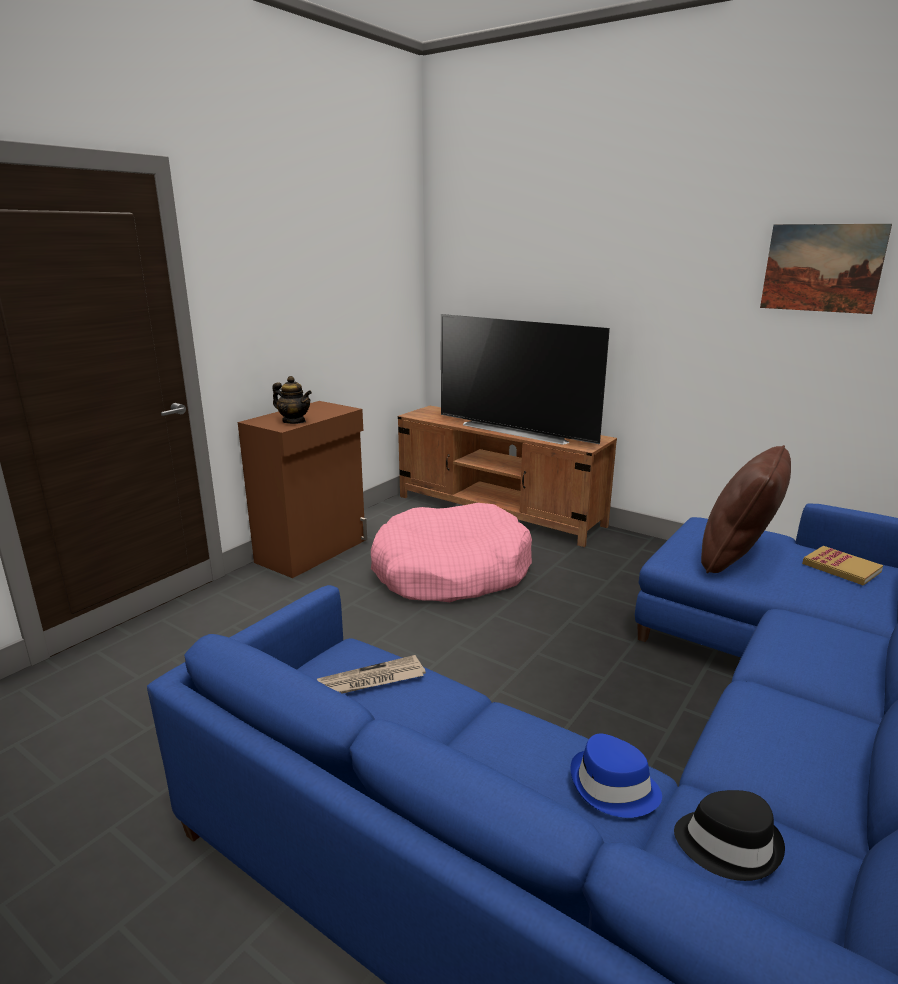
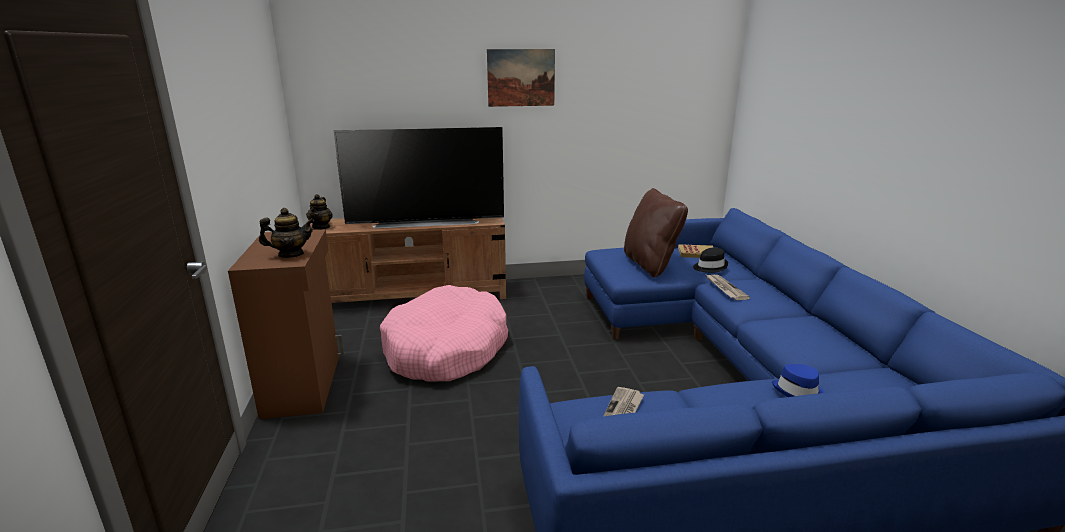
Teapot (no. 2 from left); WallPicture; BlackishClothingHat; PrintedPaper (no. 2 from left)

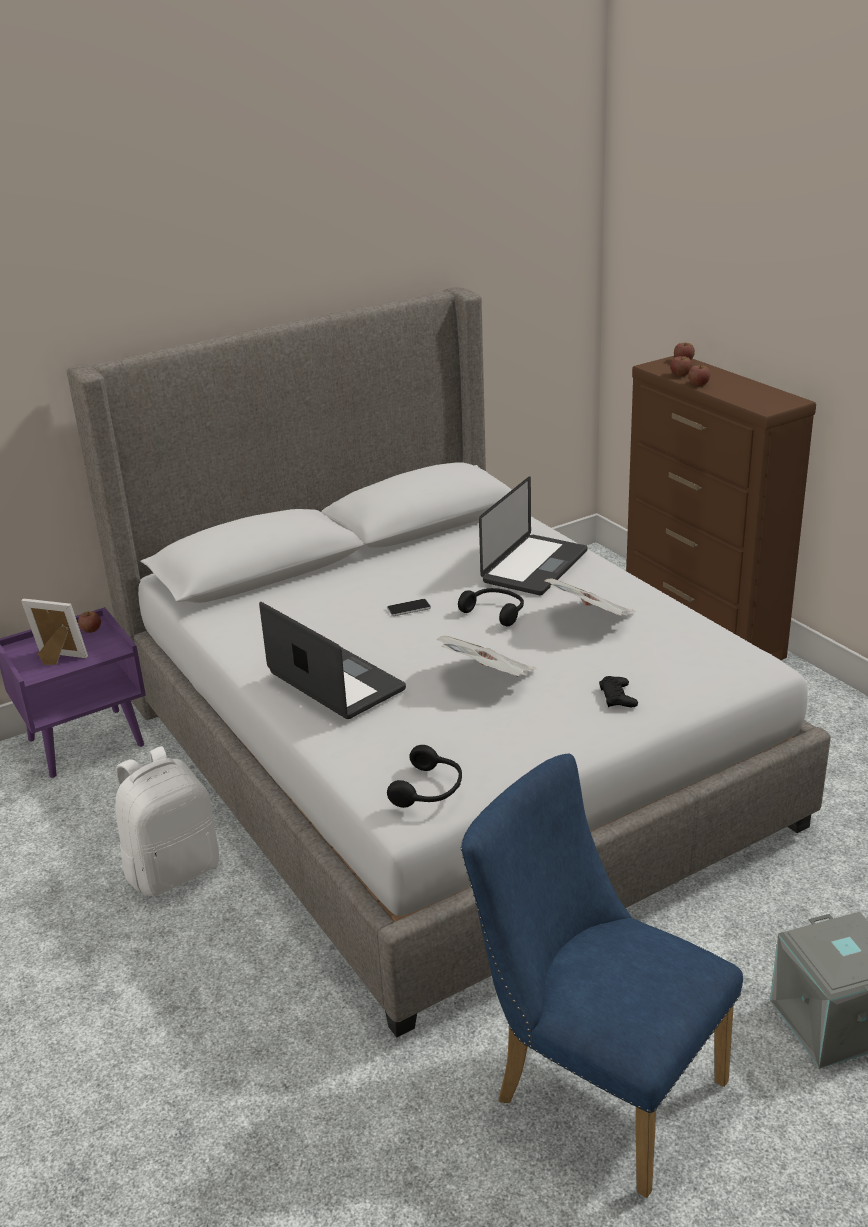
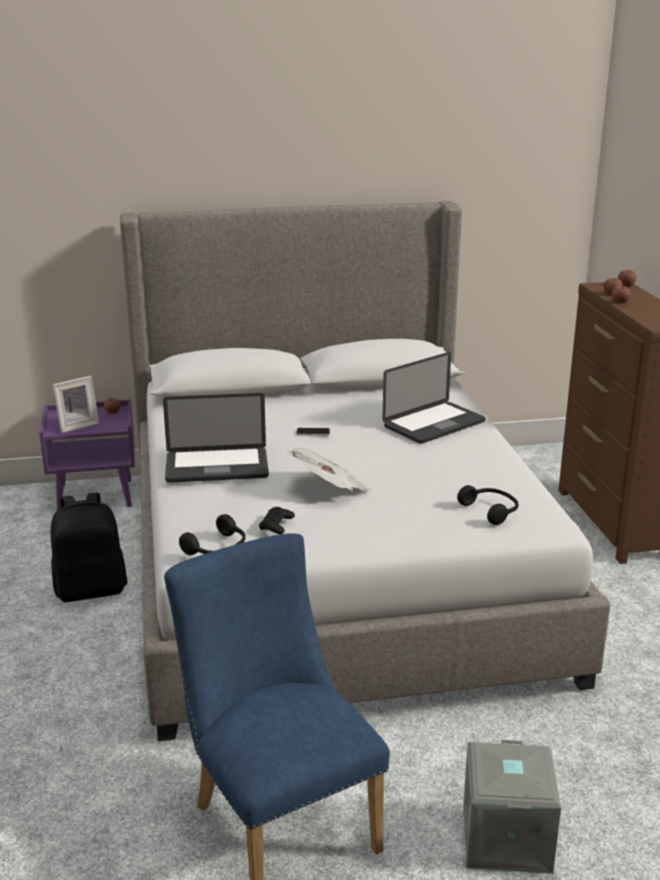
BlackishKnapsack; PictureFrame; PortableComputer (no. 1 from left); BlackishGameController; BlackishPairOfHeadphones (no. 2 from left); PrintedPaper (no. 2 from left in the first image)

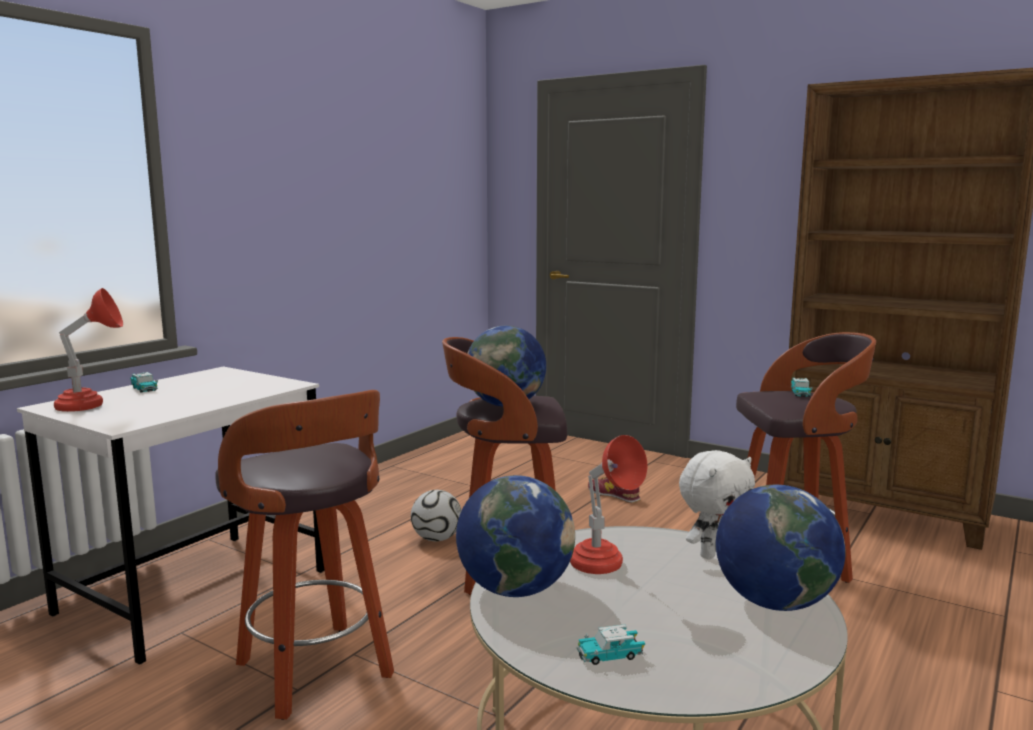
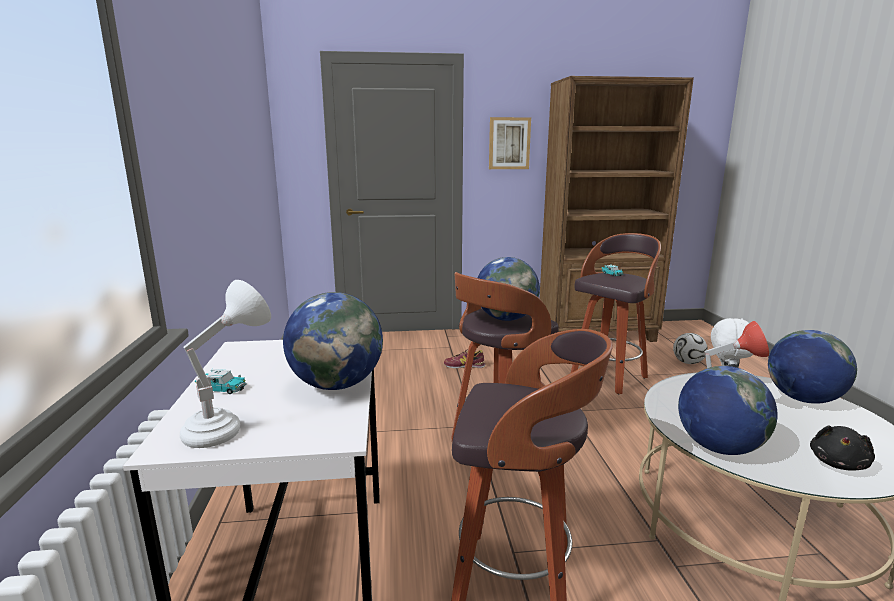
WhitishTabletopLamp; DeskGlobe (no. 1 from left); WallPicture; BallForFootball; BlackishCuddlyToy

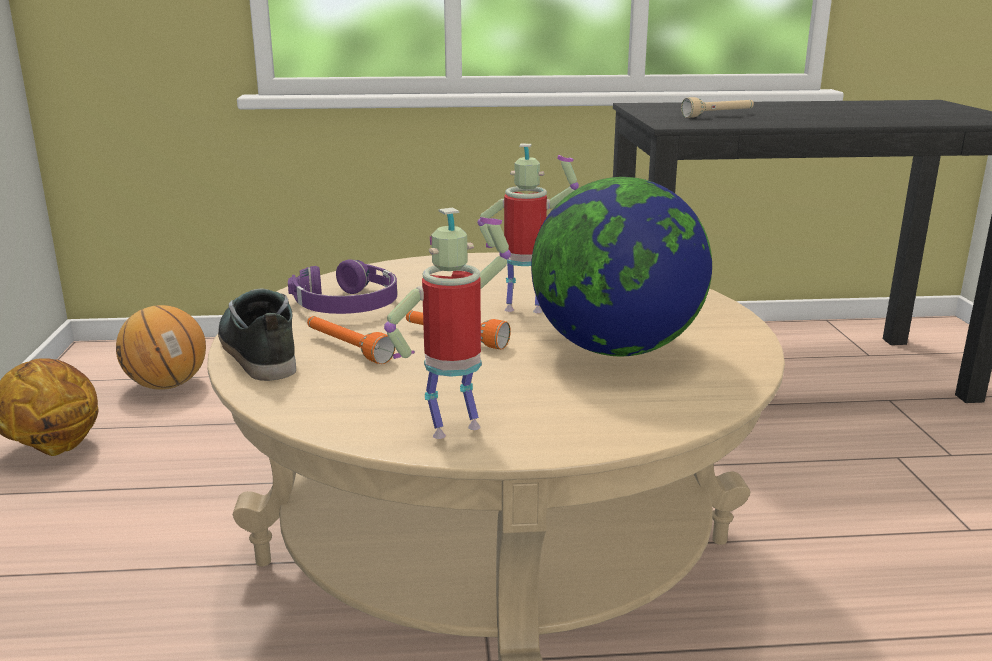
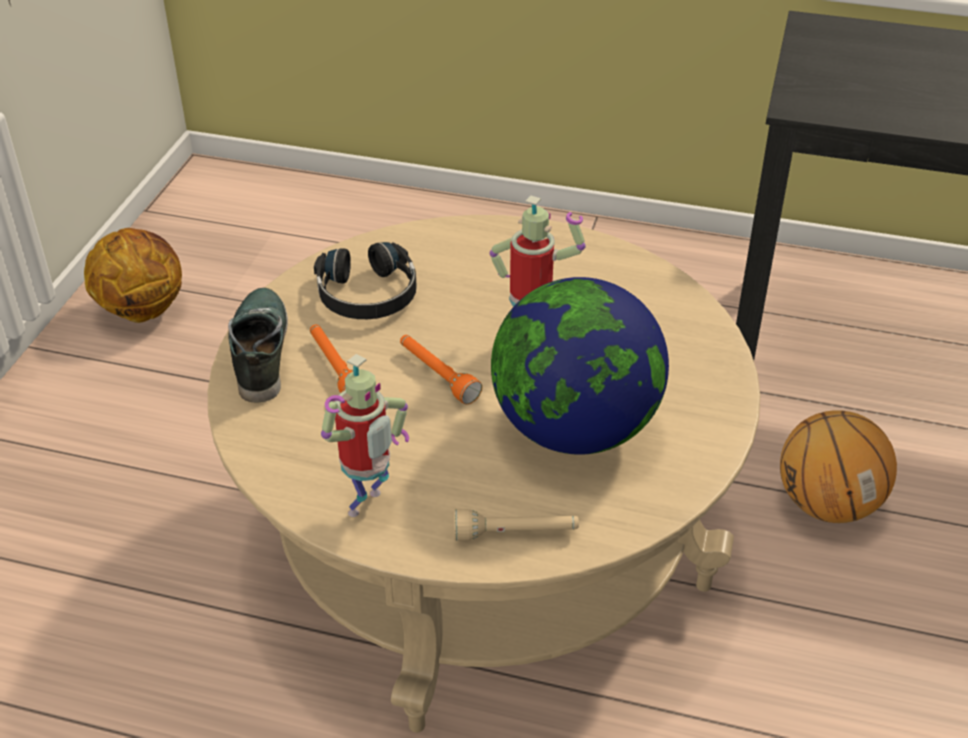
BlackishPairOfHeadphones; ModelRobot (no. 1 from left); BeigeColouredTorch; BallForBasketball (no. 2 from left)

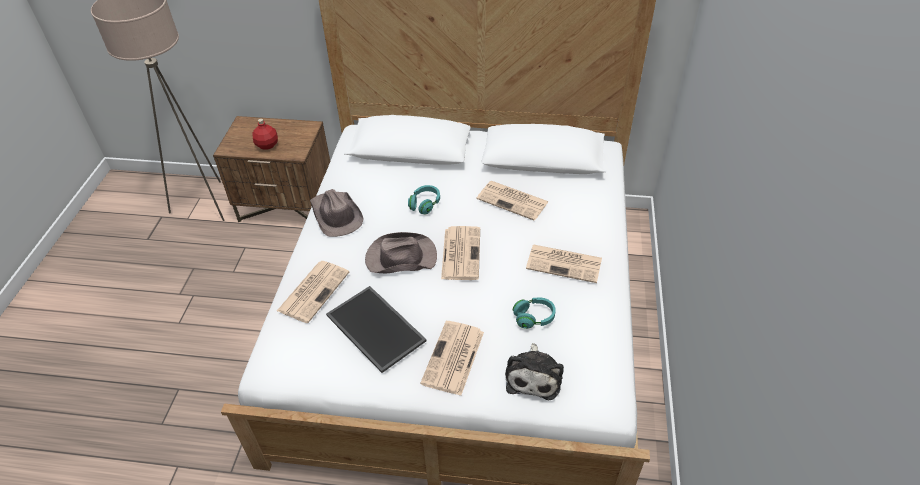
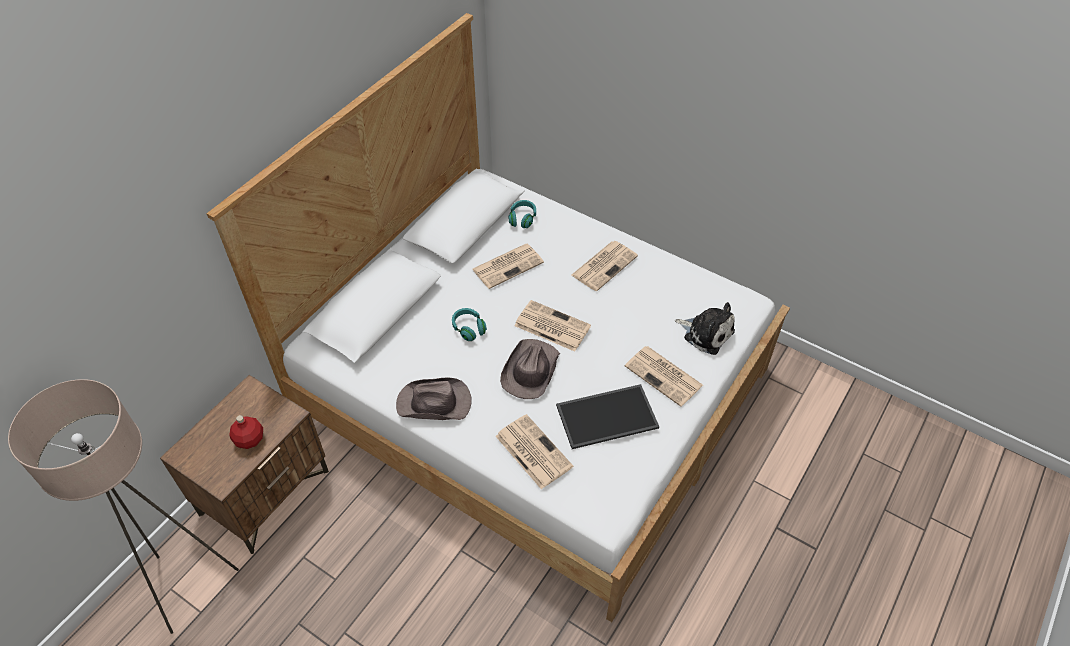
TurquoisePairOfHeadphones (no. 2 from left)

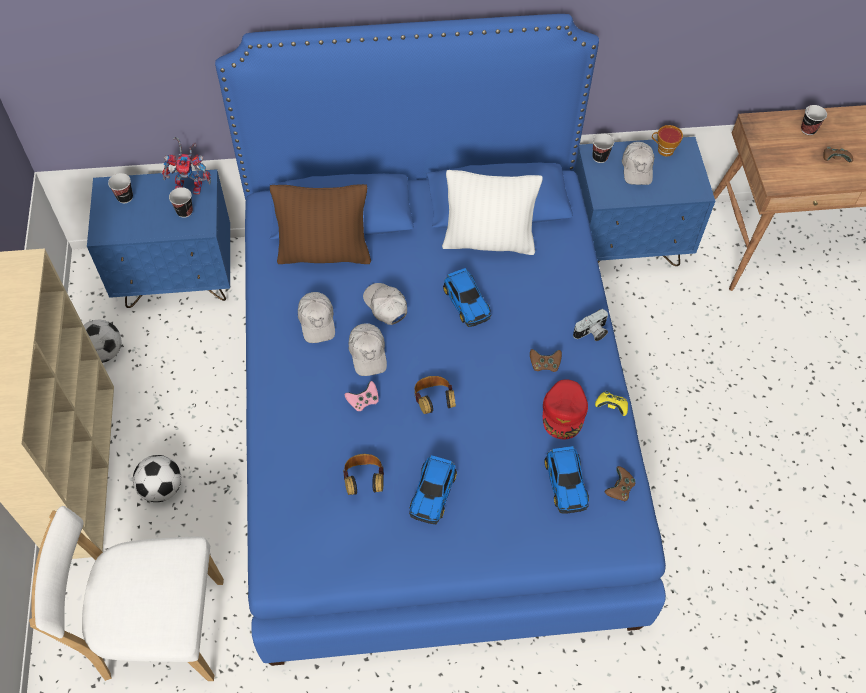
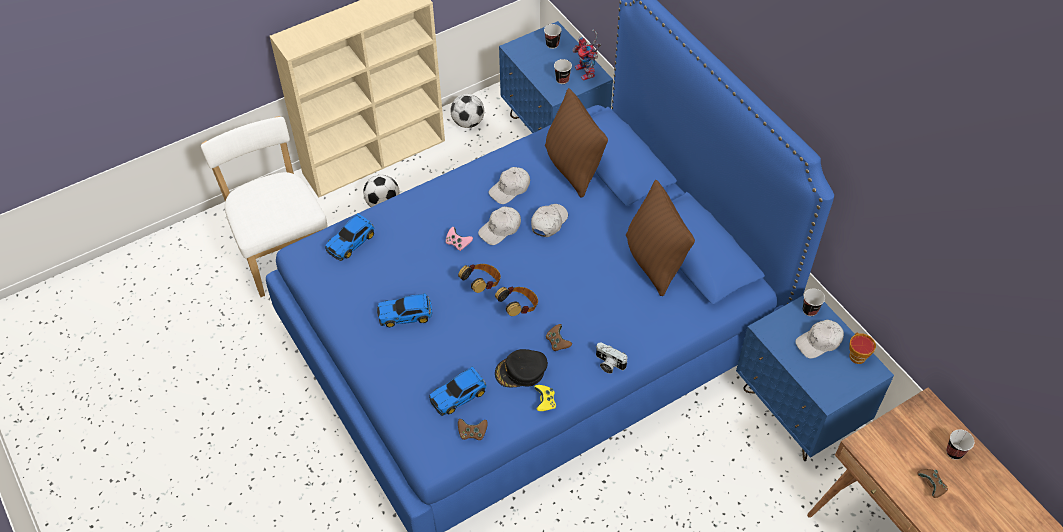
MiniatureCar (no. 1 from left); PairOfHeadphones (no. 2 from left); BlackishCap; BrownColouredThrowPillow (no. 2 from left)

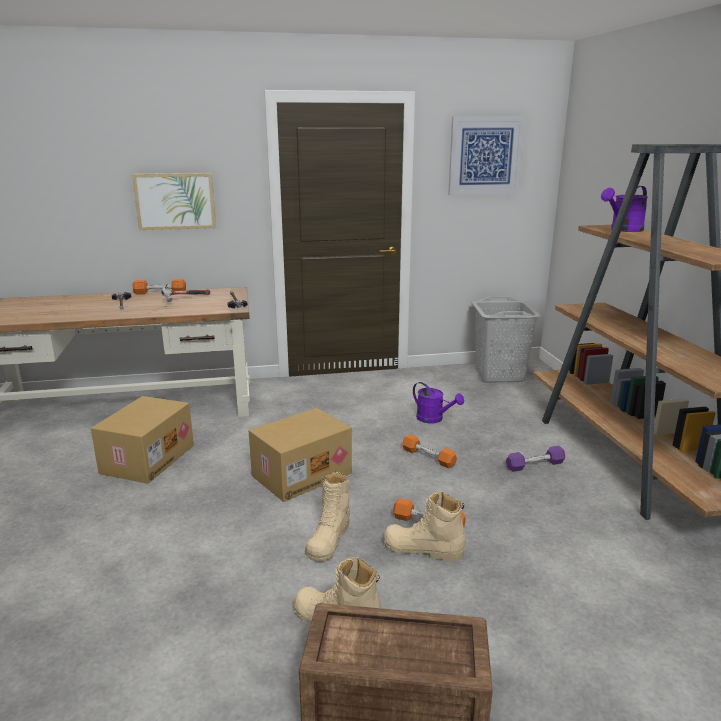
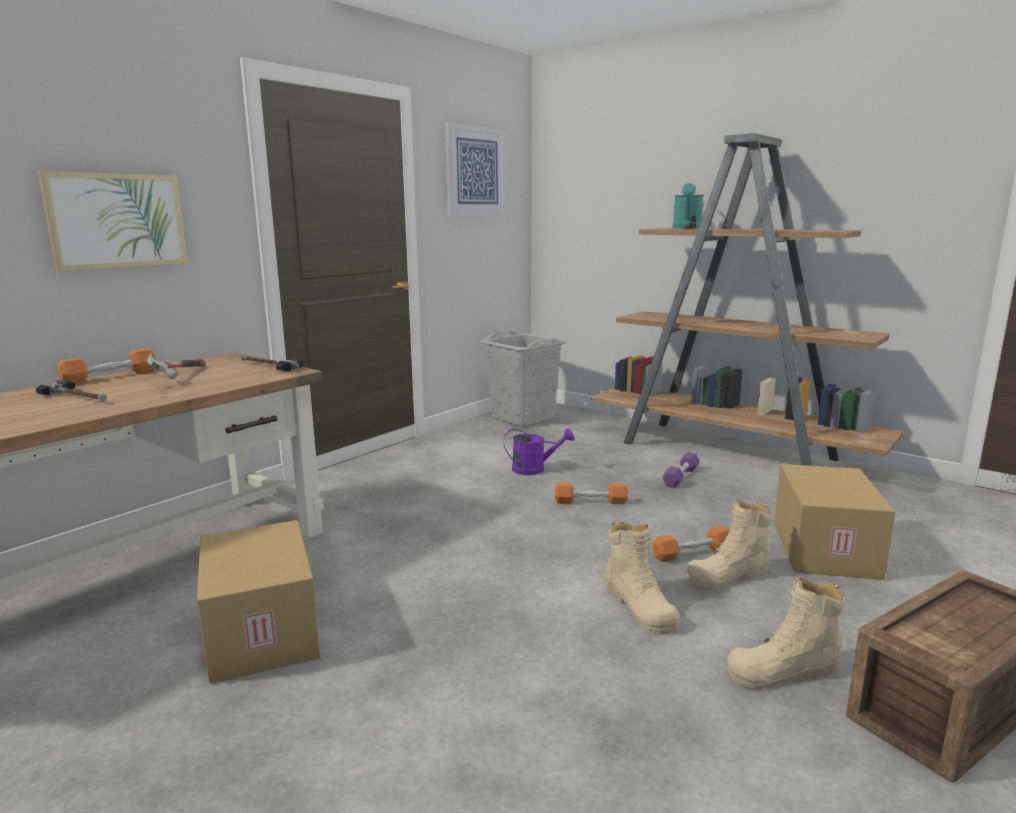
TurquoiseSprinklingCan; CardboardBox (no. 2 from left)

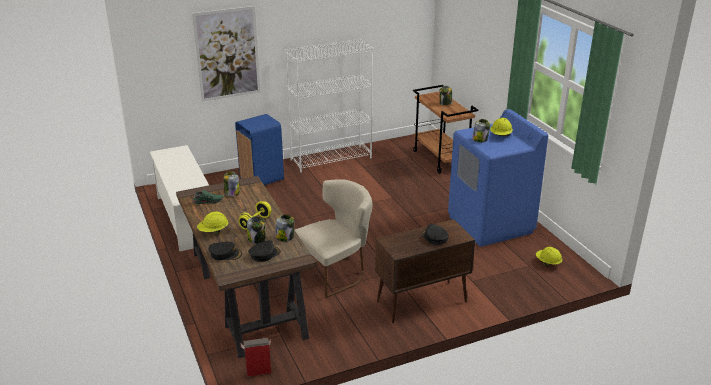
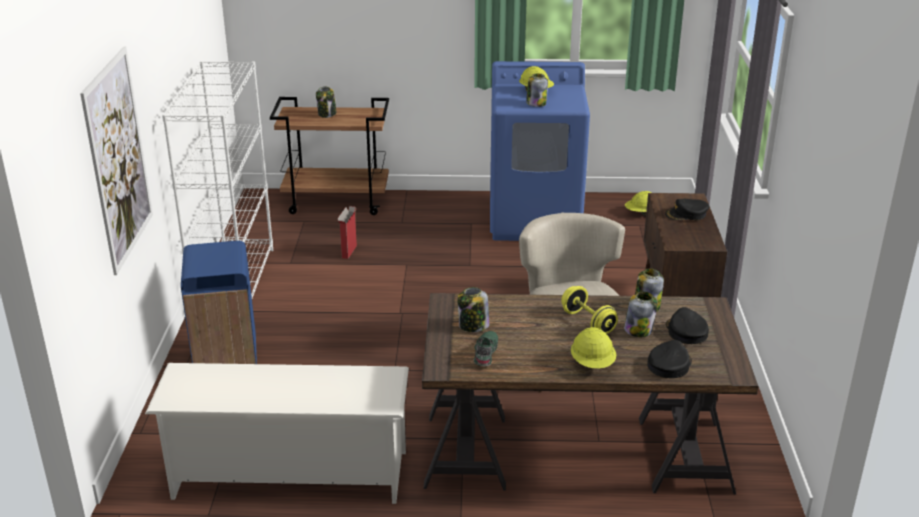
CardboardBox

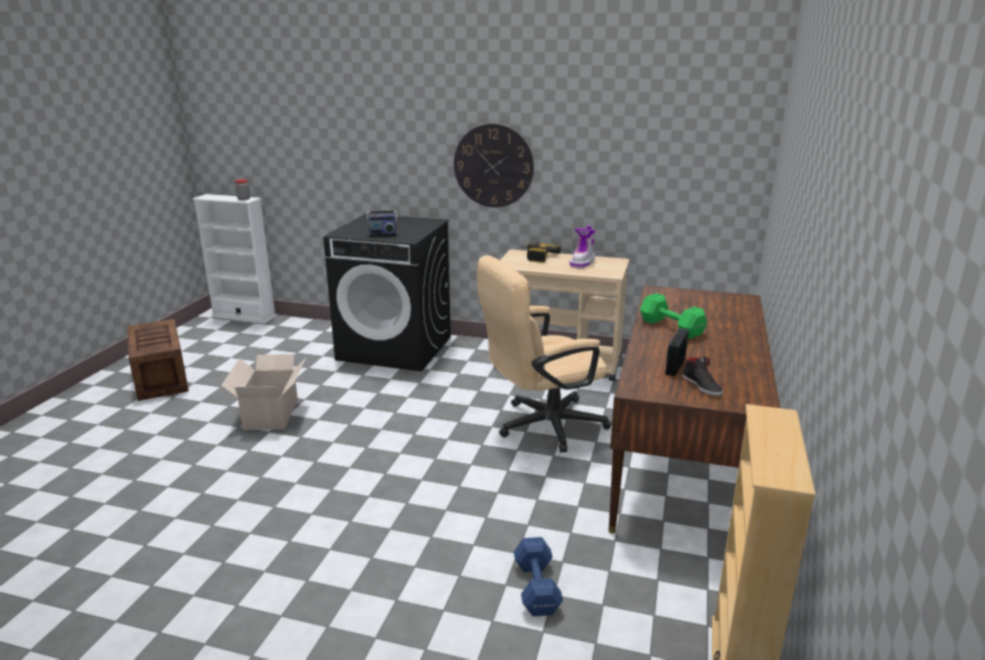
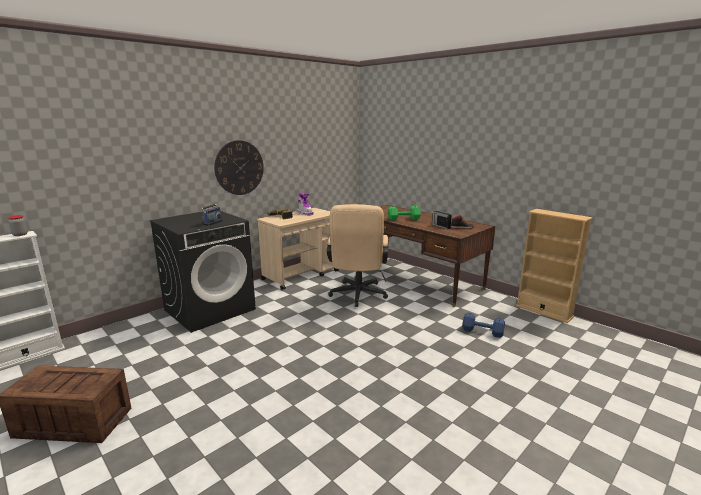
CardboardBox

